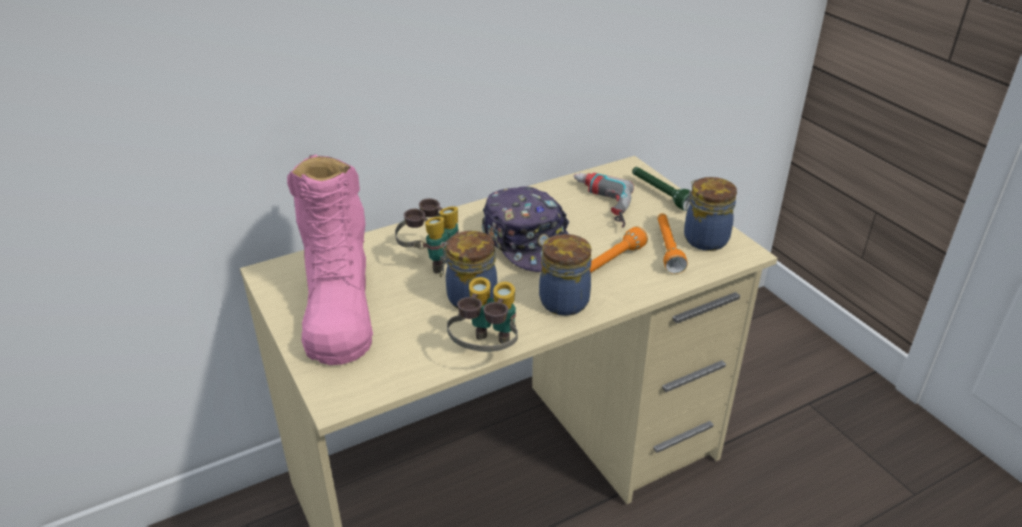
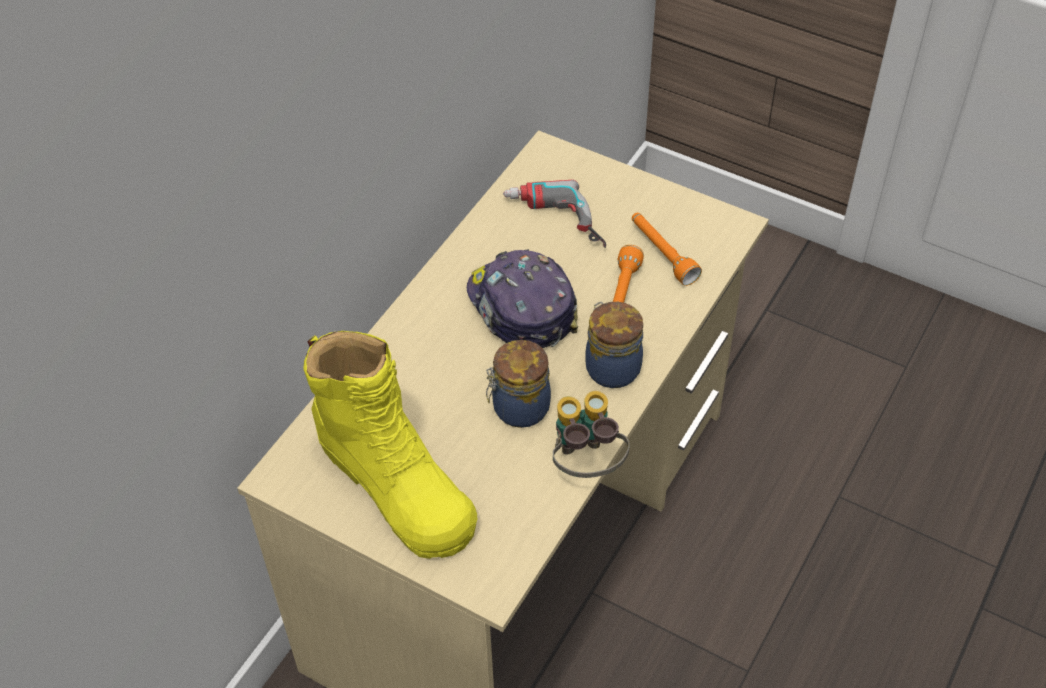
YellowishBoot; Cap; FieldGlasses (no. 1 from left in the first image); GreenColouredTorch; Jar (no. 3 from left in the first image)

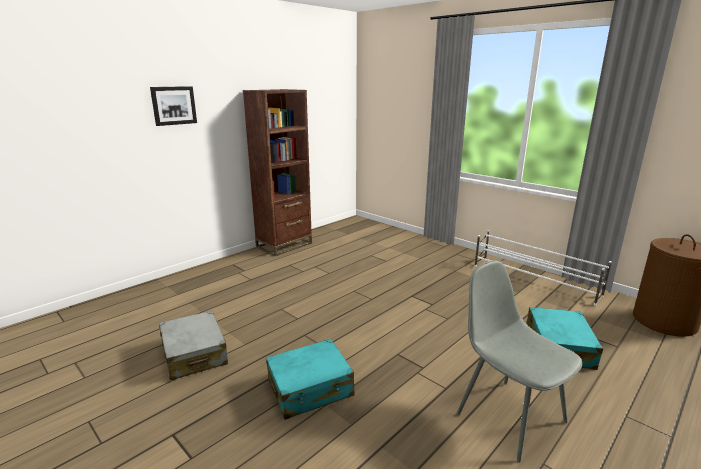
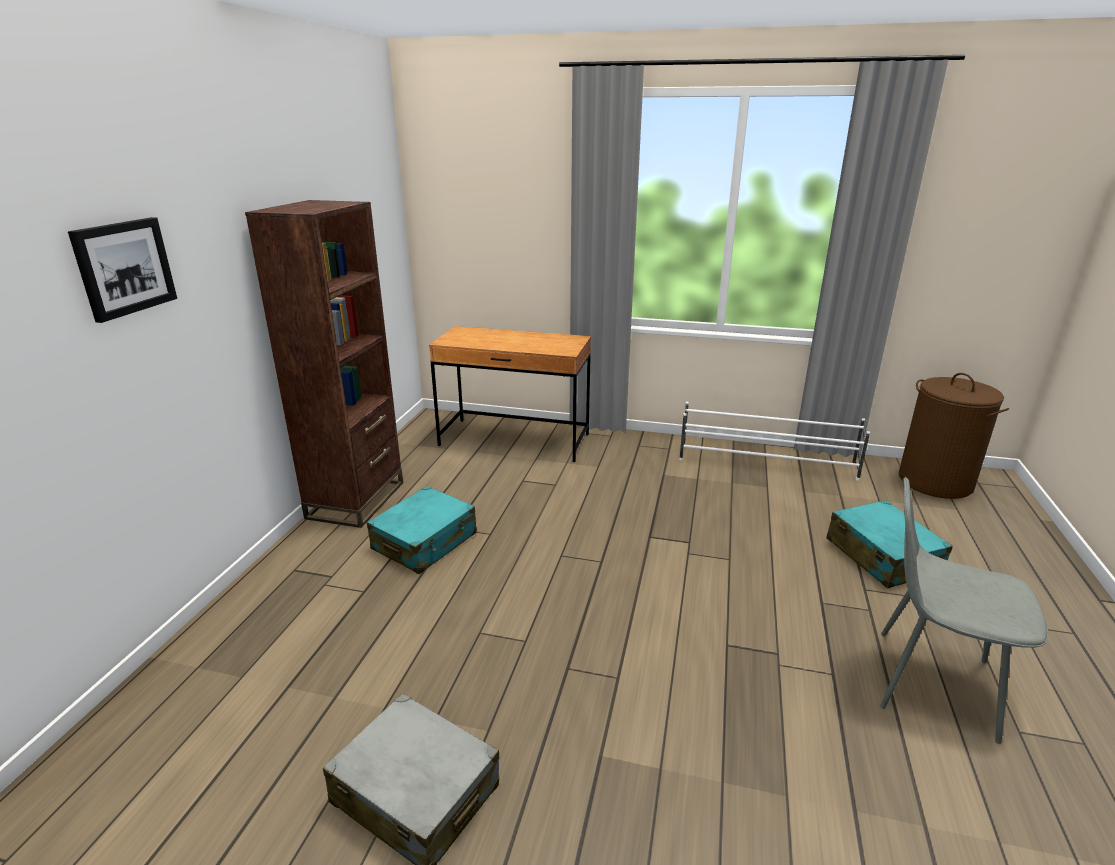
TurquoiseSuitcase (no. 1 from left); BrownColouredDesk

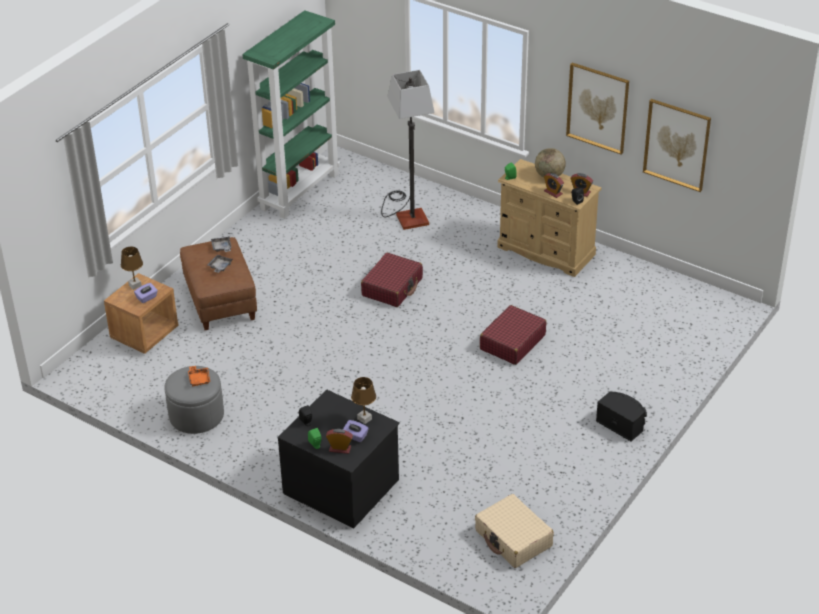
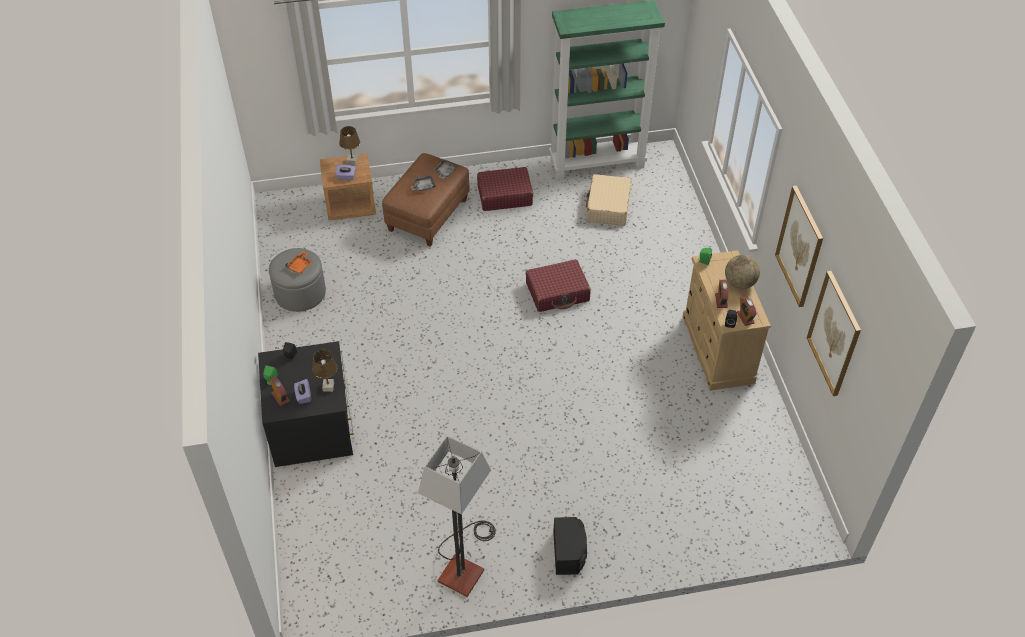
StandardLamp; RedSuitcase (no. 1 from left); BeigeColouredSuitcase

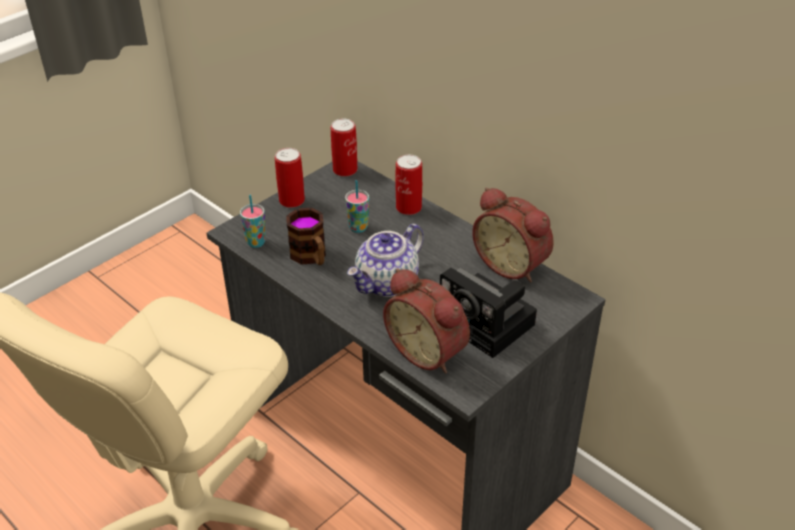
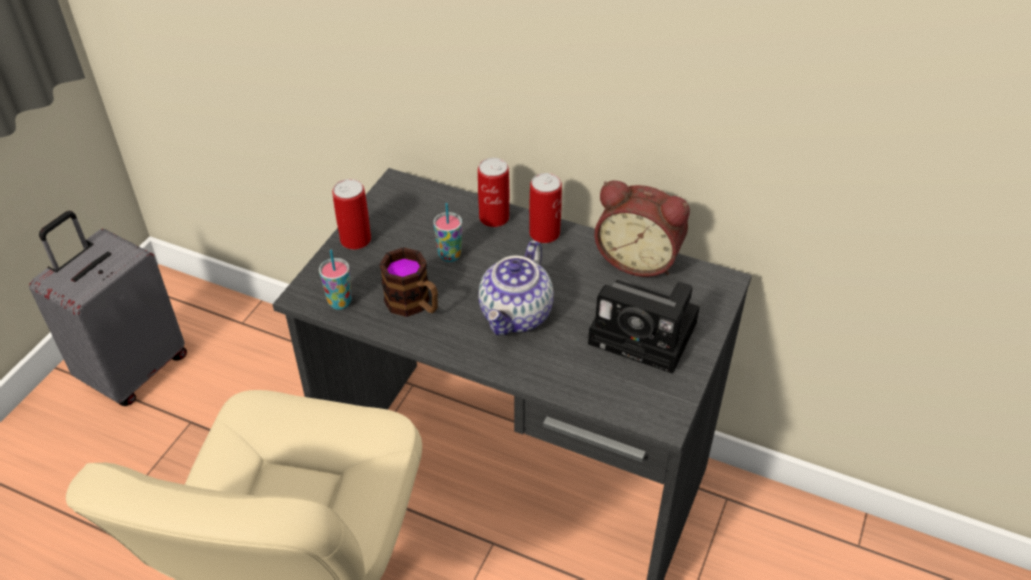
GraySuitcase; Can (no. 3 from left); TableClock (no. 1 from left in the first image)

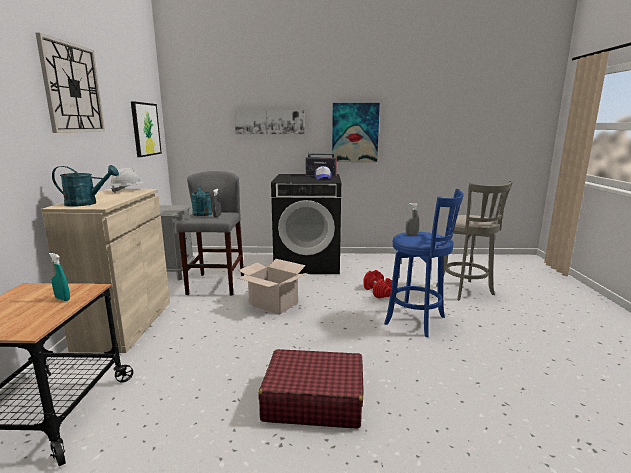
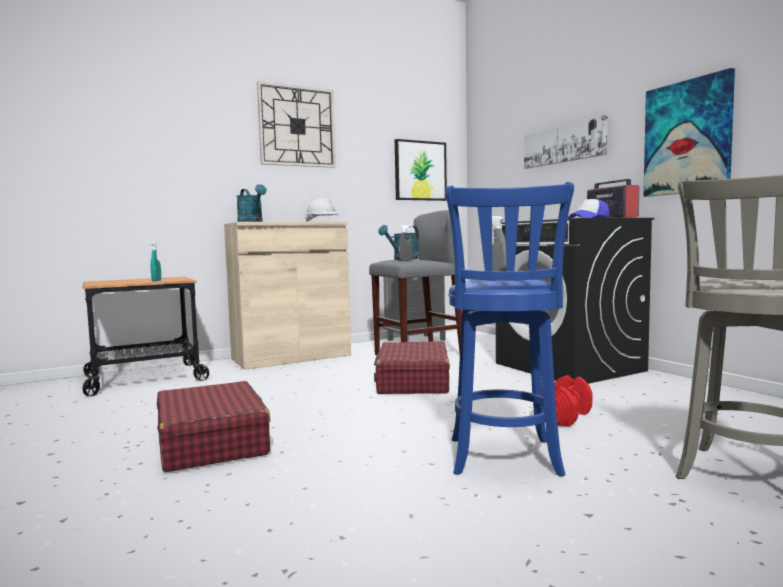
RedSuitcase (no. 2 from left)

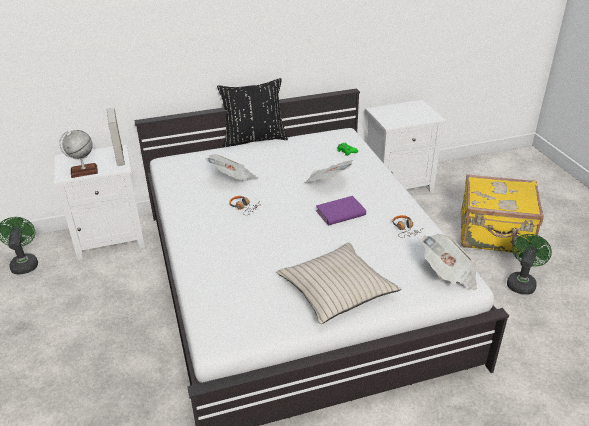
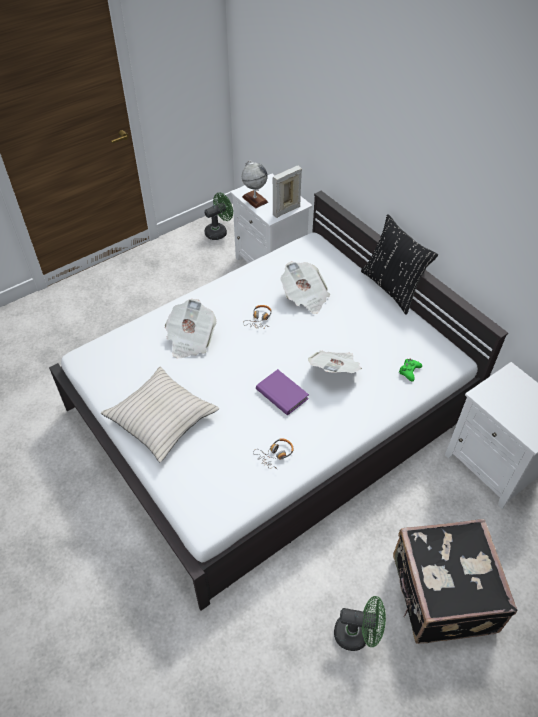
PrintedPaper (no. 1 from left); BlackishSuitcase

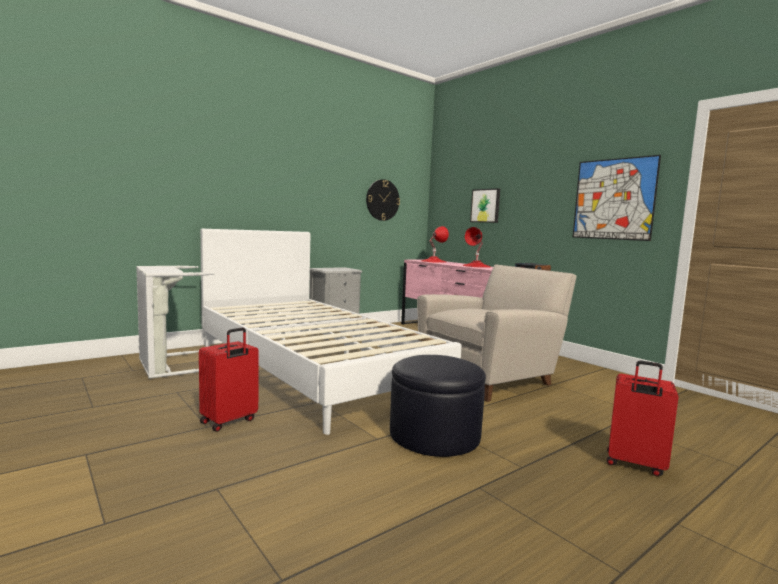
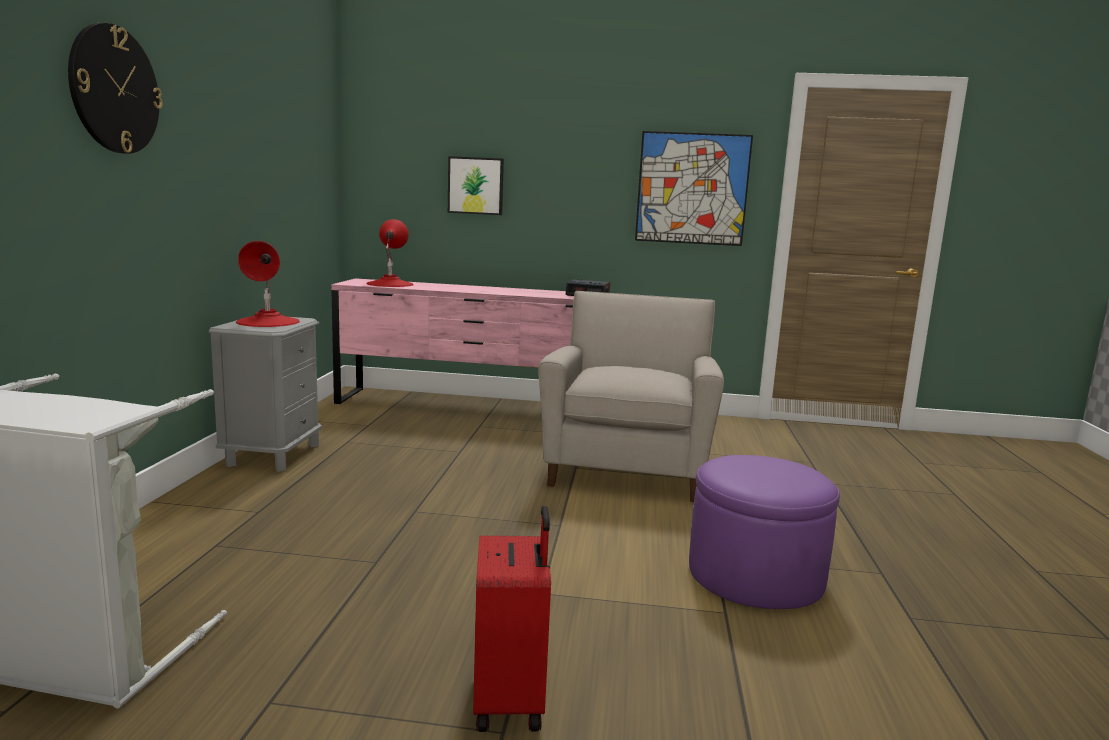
HangingClock; RedTabletopLamp (no. 1 from left); PurplePouffe; WhitishBed; RedSuitcase (no. 2 from left in the first image)

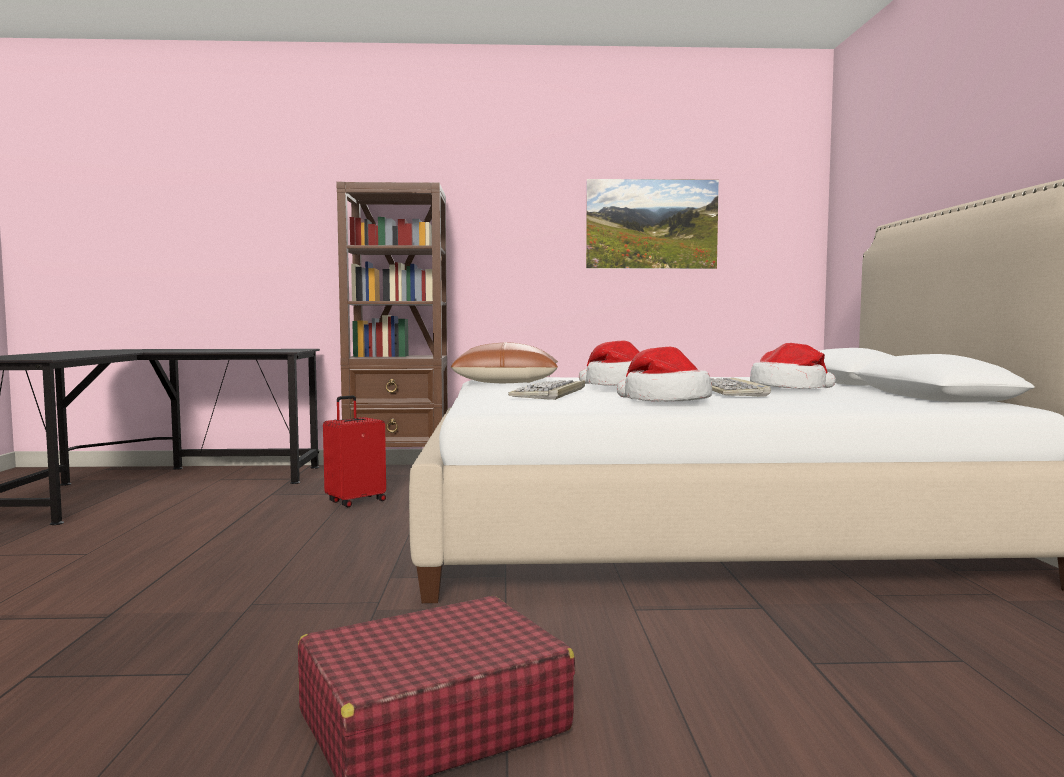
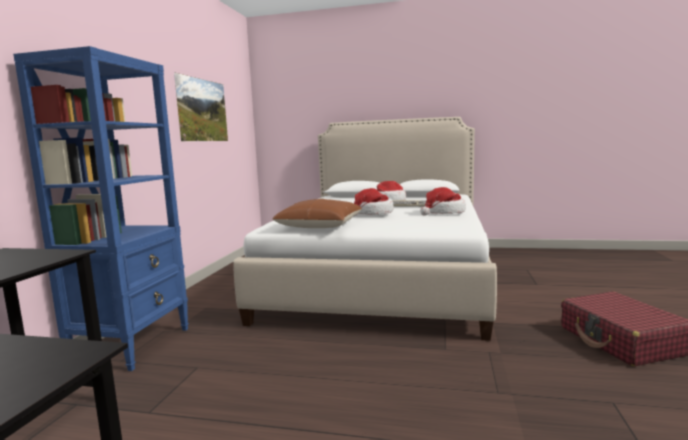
BlueColouredShelvingUnit; RedSuitcase (no. 1 from left in the first image); ComputerKeyboard (no. 1 from left in the first image)

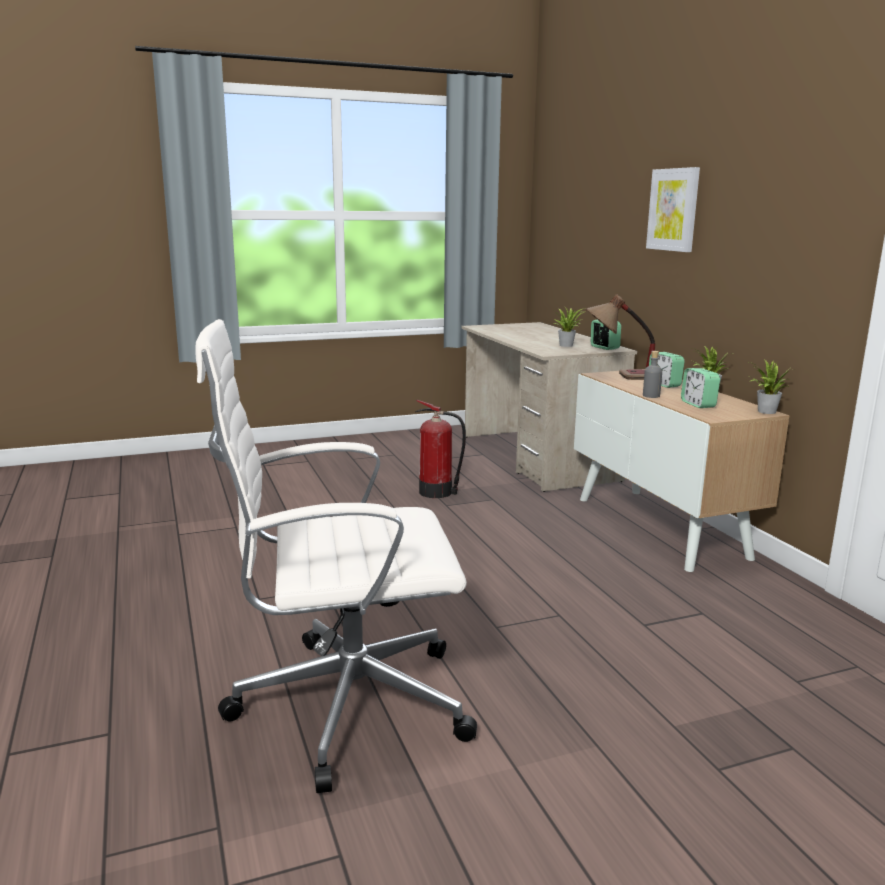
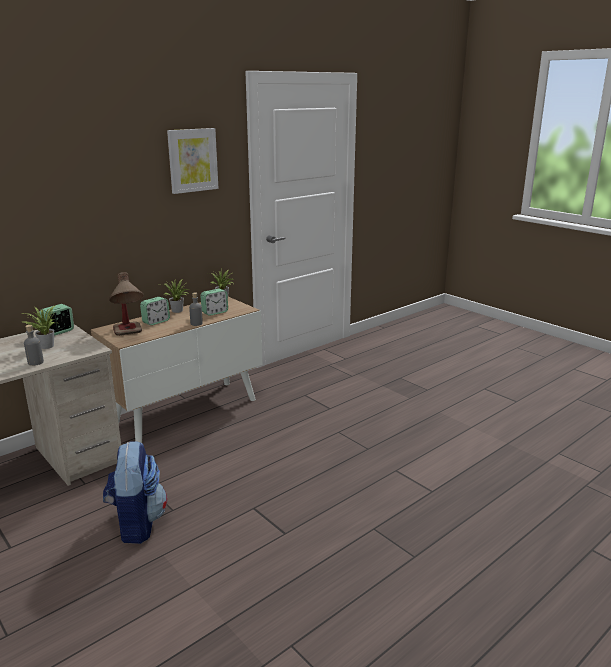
GrayDrinkBottle (no. 1 from left); Knapsack; WallPicture; WhitishDeskChair

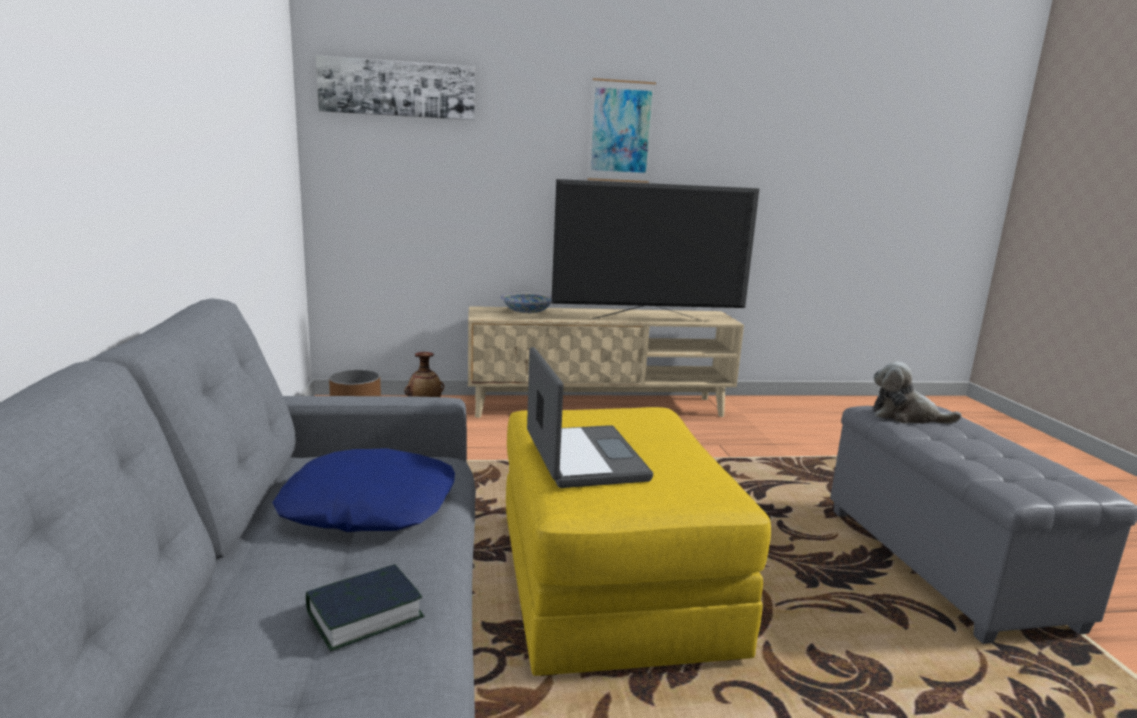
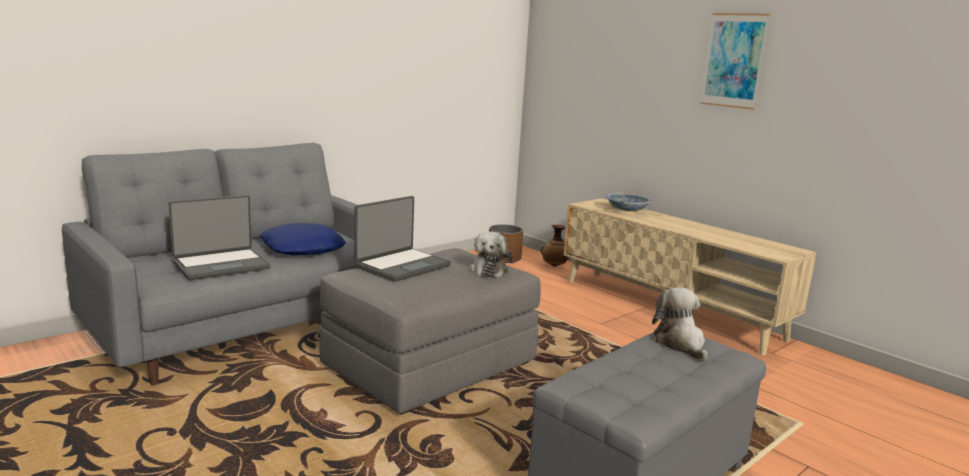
PortableComputer (no. 1 from left); GrayPouffe (no. 1 from left); CuddlyToy (no. 1 from left); WallPicture (no. 1 from left in the first image); Television

